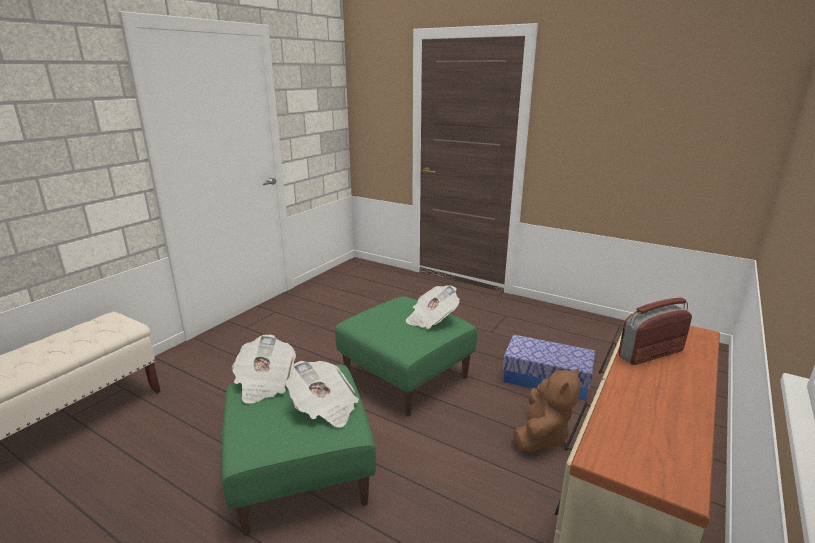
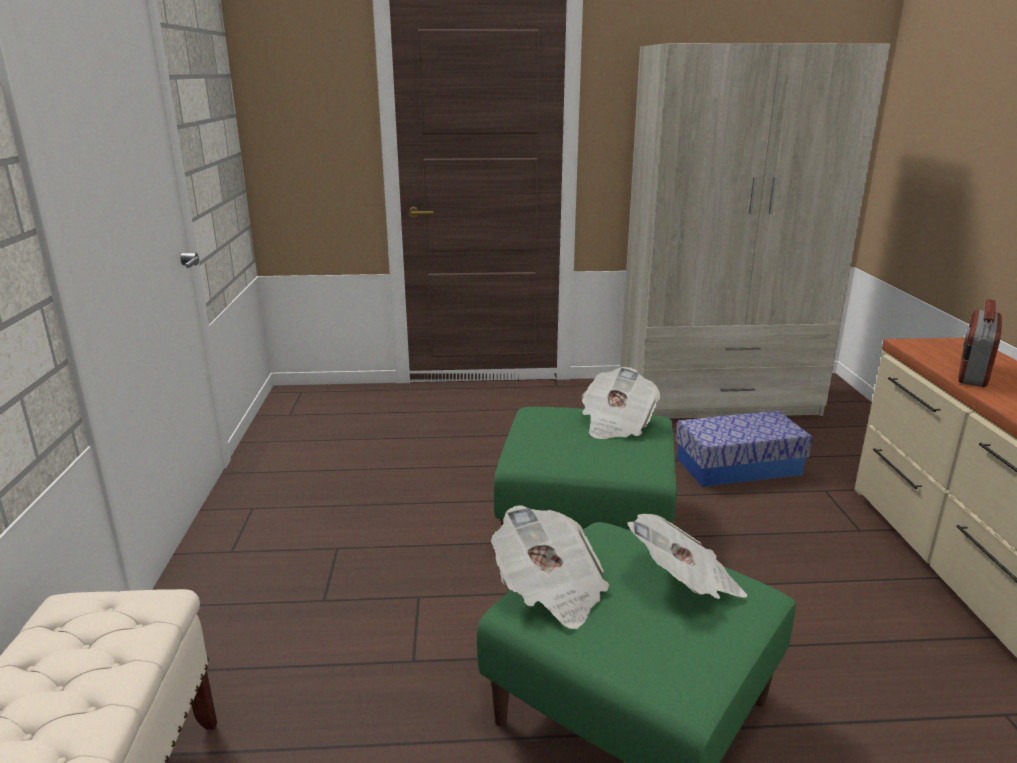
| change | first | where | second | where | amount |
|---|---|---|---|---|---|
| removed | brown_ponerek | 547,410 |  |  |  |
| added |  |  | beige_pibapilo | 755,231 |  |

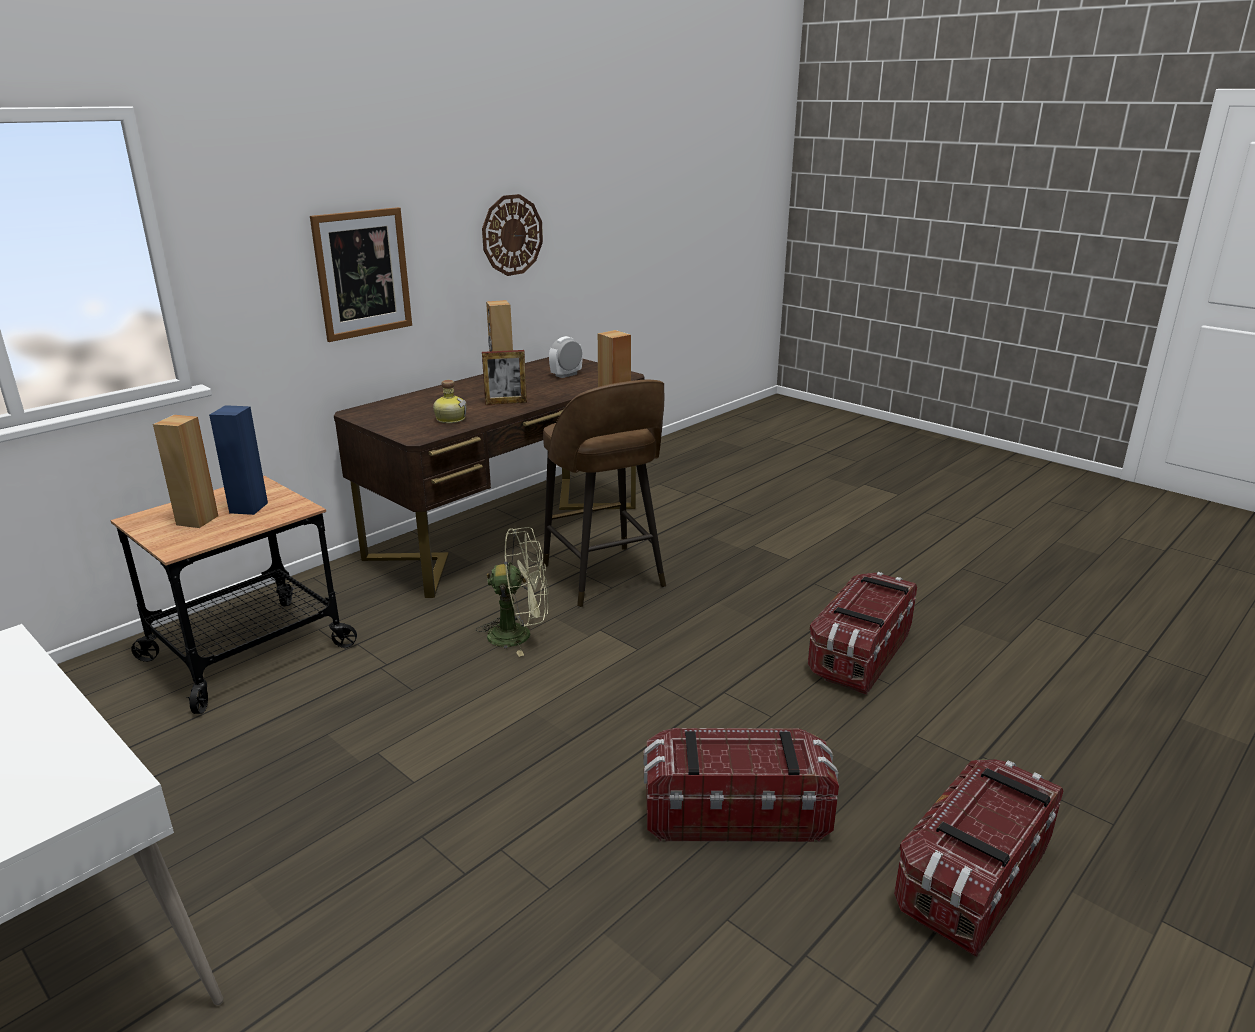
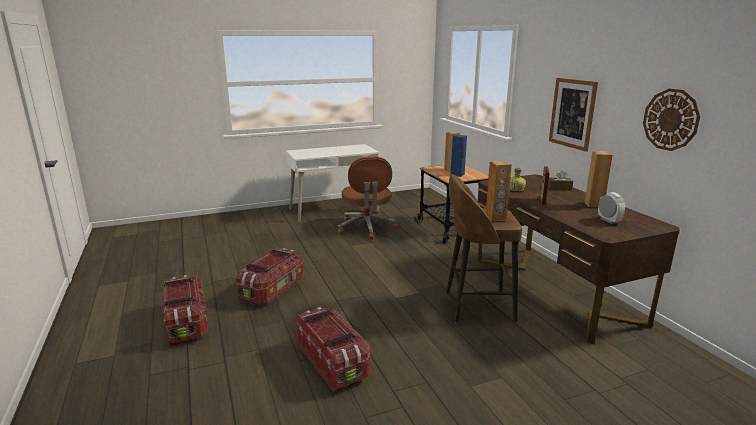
| change | first | where | second | where | amount |
|---|---|---|---|---|---|
| removed | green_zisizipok | 512,592 |  |  |  |
| added |  |  | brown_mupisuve | 368,198 |  |
| added |  |  | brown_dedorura | 560,180 |  |

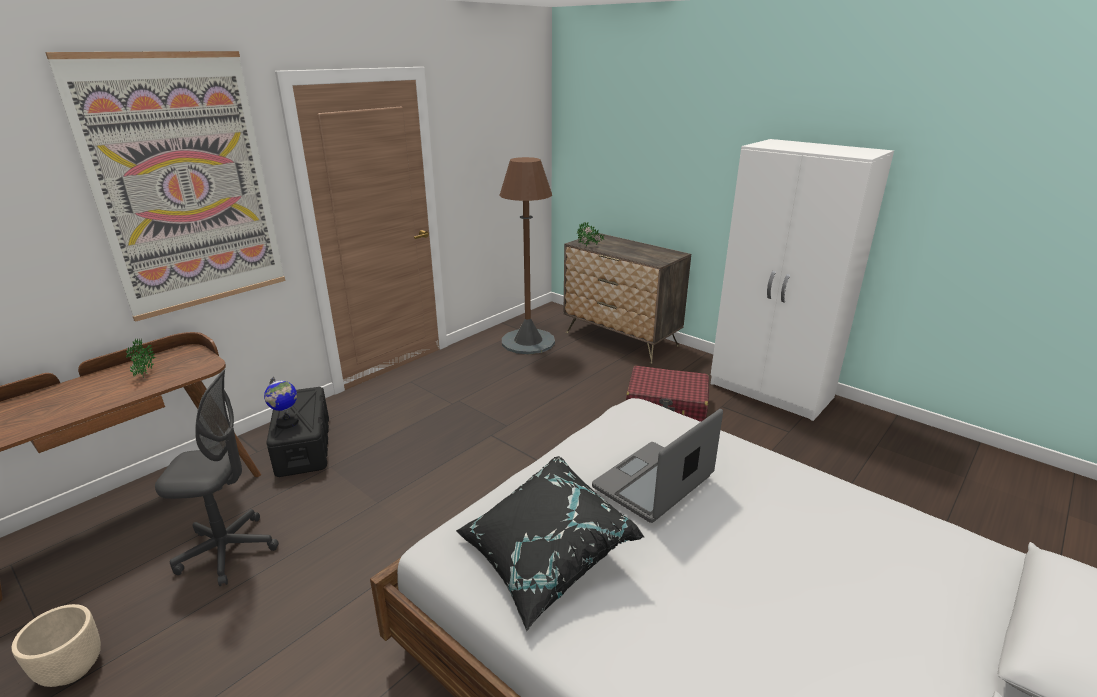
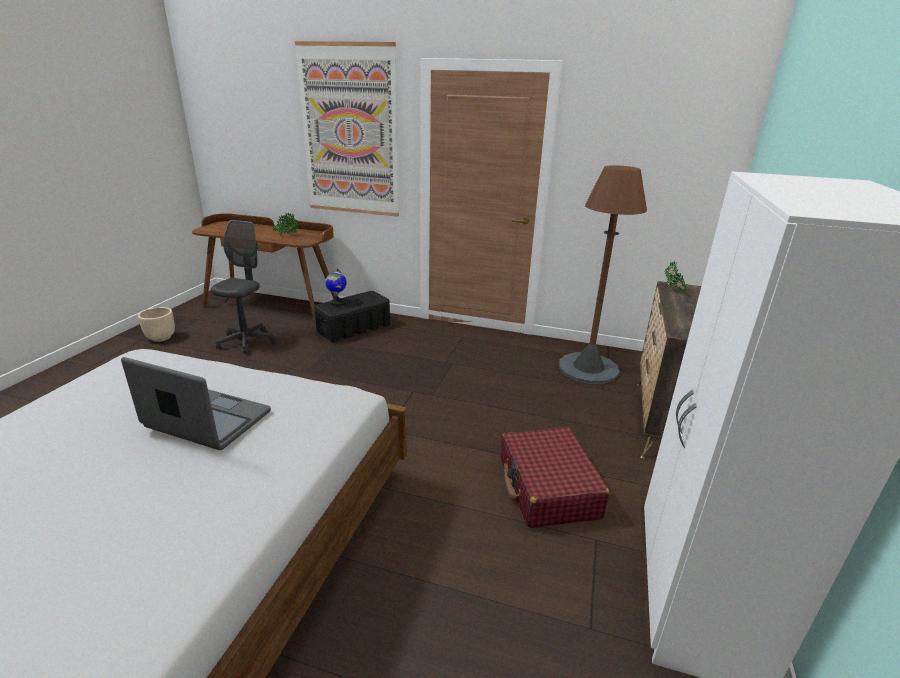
| change | first | where | second | where | amount |
|---|---|---|---|---|---|
| removed | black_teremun | 550,543 |  |  |  |
| turned | grey_mupisuve | 217,478 |  | 243,287 | 135 degrees counterclockwise |

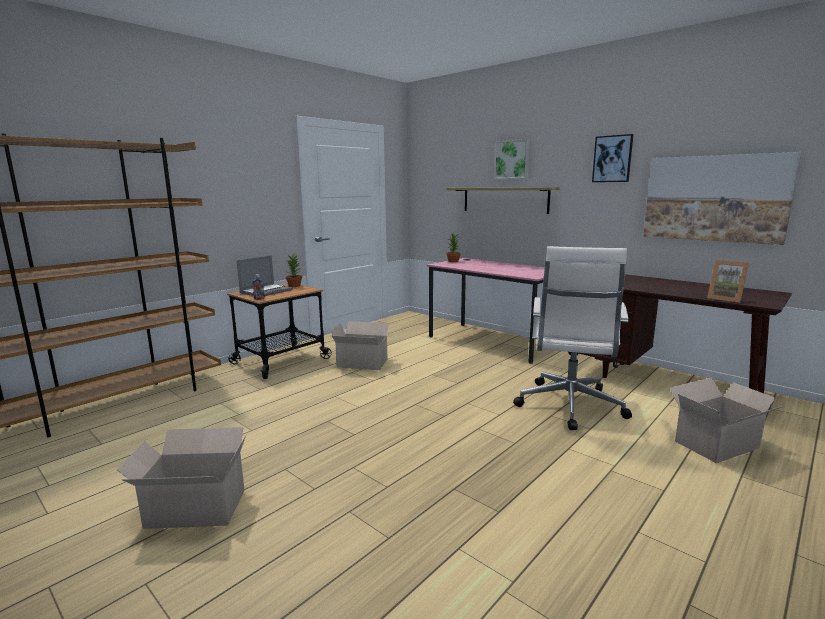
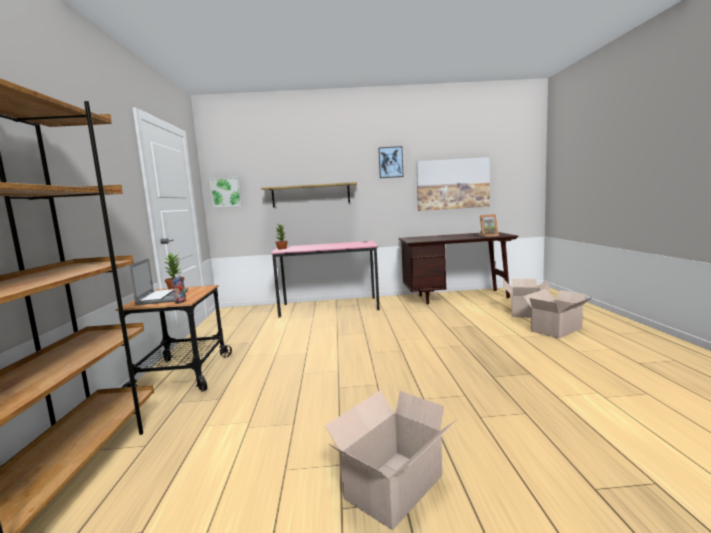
| change | first | where | second | where | amount |
|---|---|---|---|---|---|
| removed | white_mupisuve | 572,338 |  |  |  |
| moved | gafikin | 362,345 |  | 558,314 |  |
| moved | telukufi | 512,159 |  | 225,192 |  |

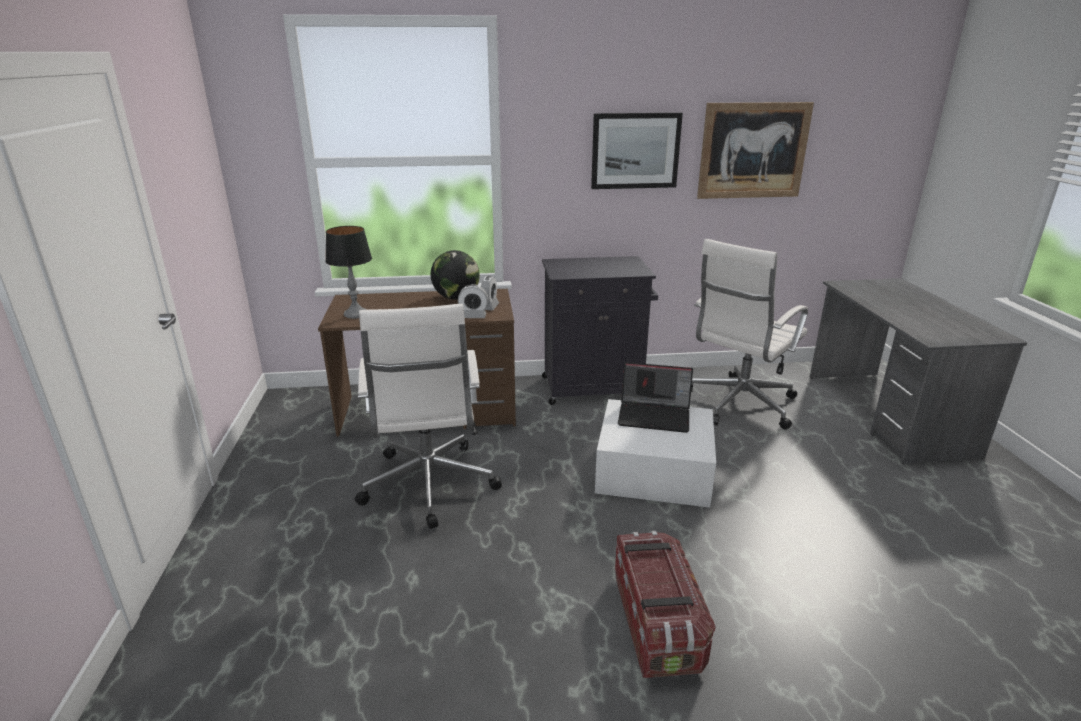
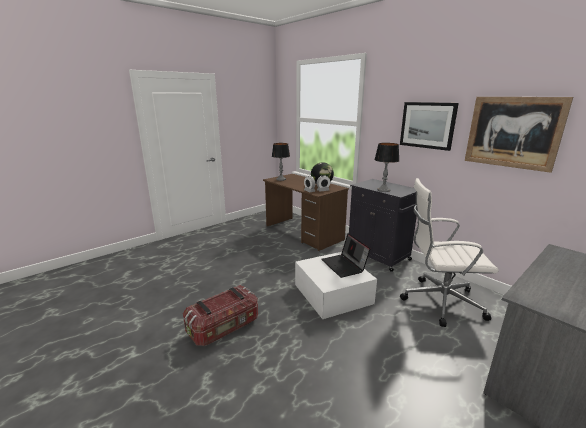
| change | first | where | second | where | amount |
|---|---|---|---|---|---|
| removed | white_mupisuve | 428,416 |  |  |  |
| added |  |  | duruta | 386,167 |  |

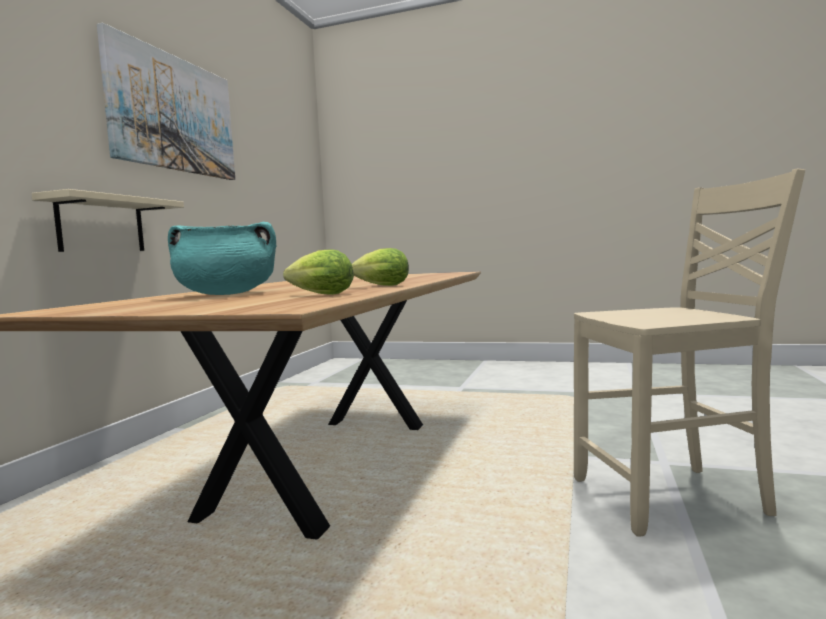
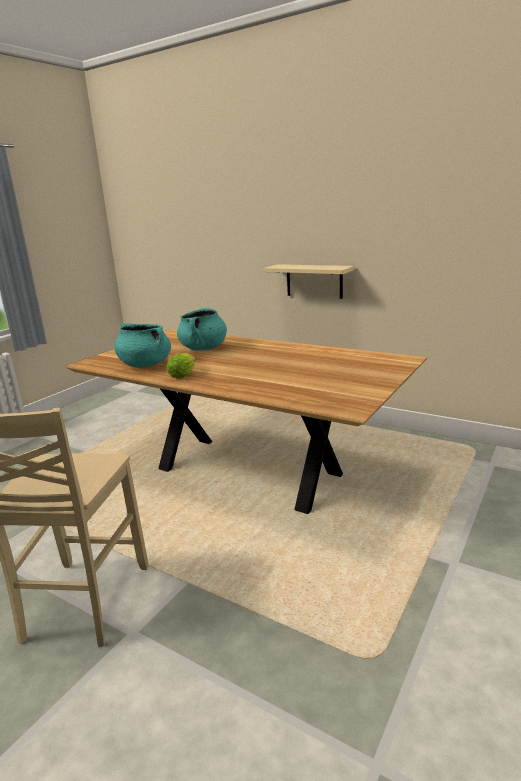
| change | first | where | second | where | amount |
|---|---|---|---|---|---|
| removed | telukufi | 166,101 |  |  |  |
| replaced | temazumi | 318,272 | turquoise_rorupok | 142,345 |  |

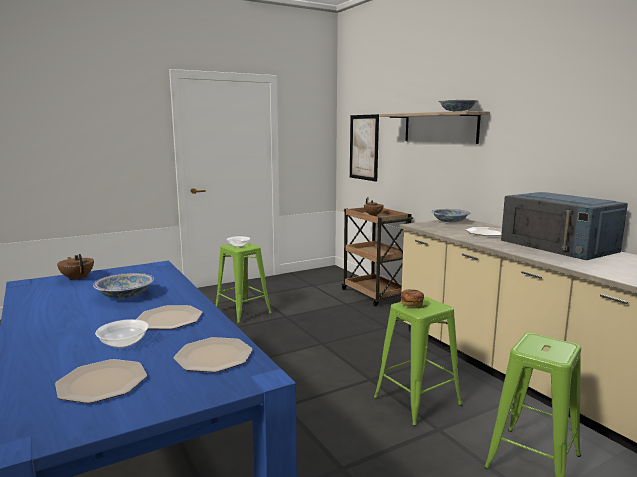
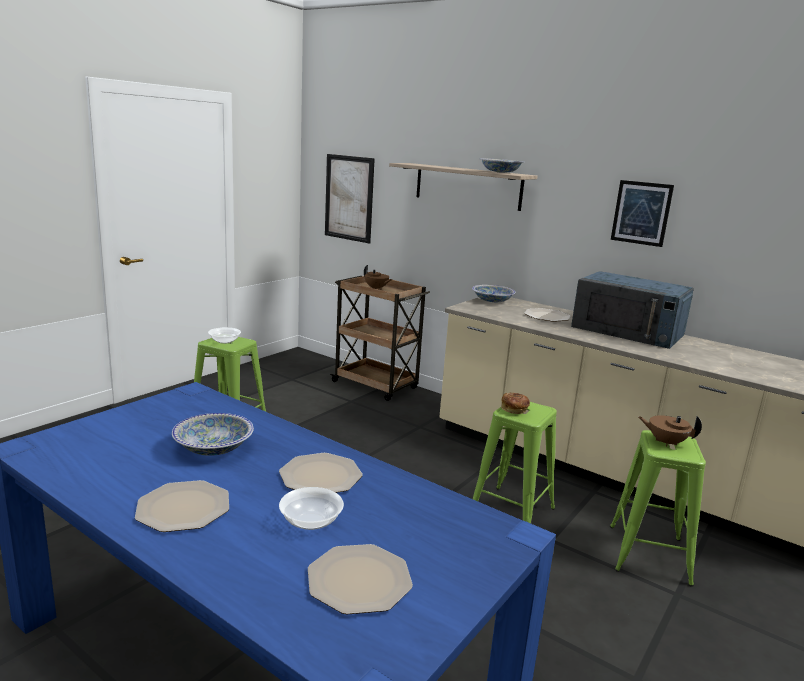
| change | first | where | second | where | amount |
|---|---|---|---|---|---|
| added |  |  | telukufi | 642,213 |  |
| moved | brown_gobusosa | 75,267 |  | 670,431 |  |
| moved | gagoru | 213,354 |  | 182,506 |  |

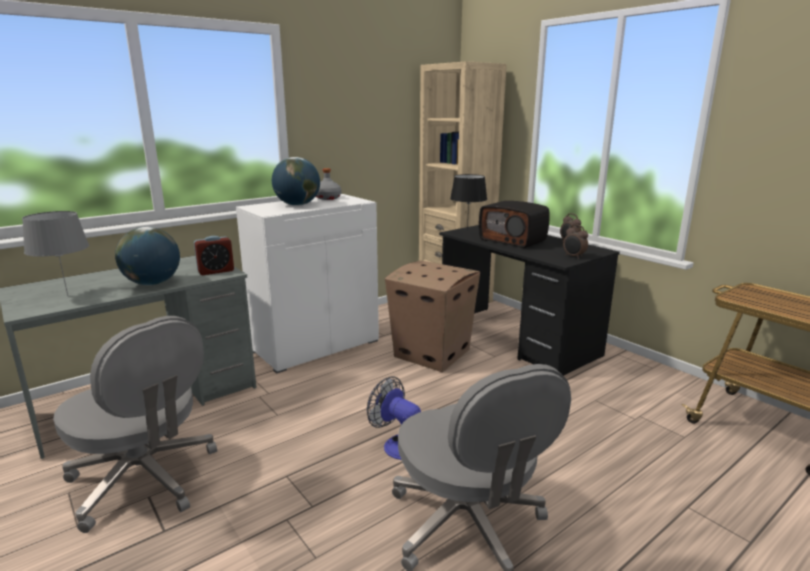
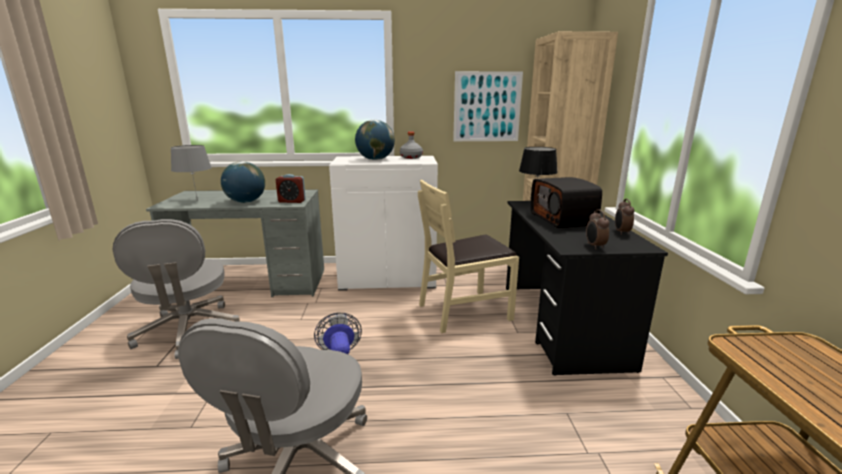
| change | first | where | second | where | amount |
|---|---|---|---|---|---|
| added |  |  | telukufi | 488,106 |  |
| replaced | gafikin | 432,316 | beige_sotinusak | 468,256 |  |

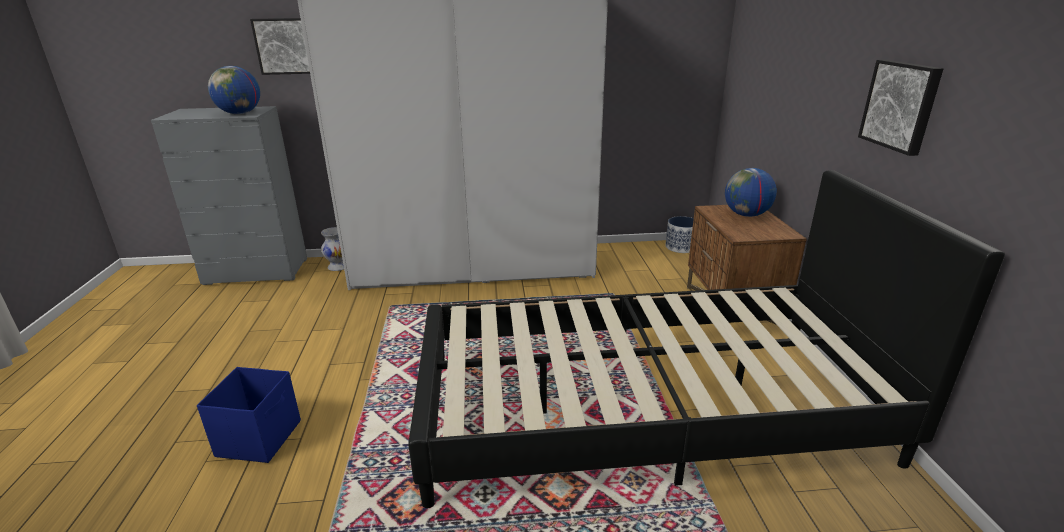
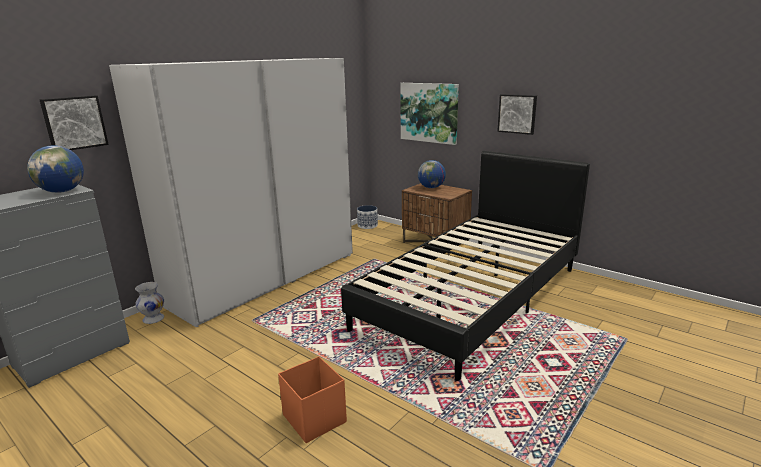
| change | first | where | second | where | amount |
|---|---|---|---|---|---|
| added |  |  | telukufi | 429,114 |  |
| recoloured | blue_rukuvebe | 249,415 | orange_rukuvebe | 312,399 |  |

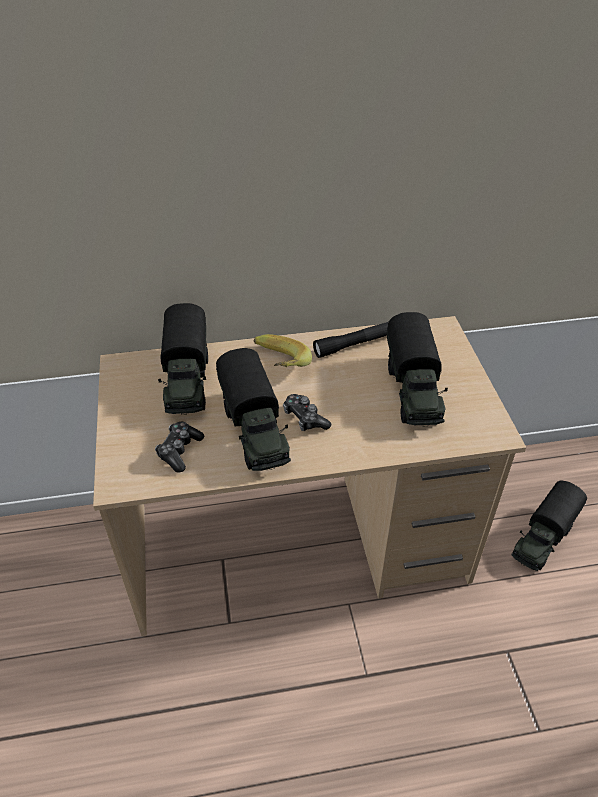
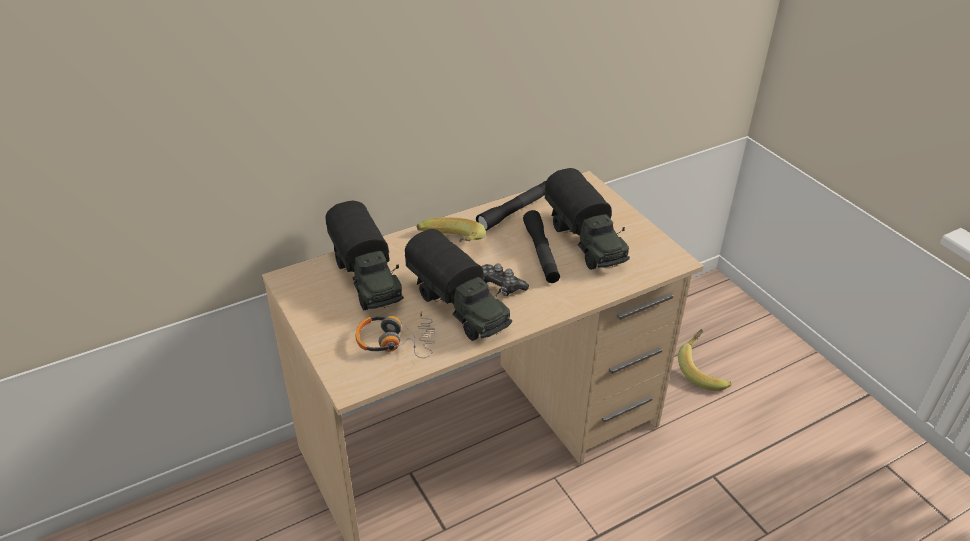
| change | first | where | second | where | amount |
|---|---|---|---|---|---|
| added |  |  | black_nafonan | 541,246 |  |
| replaced | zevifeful | 179,447 | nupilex | 395,334 |  |
| replaced | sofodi | 549,526 | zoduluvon | 704,360 |  |

